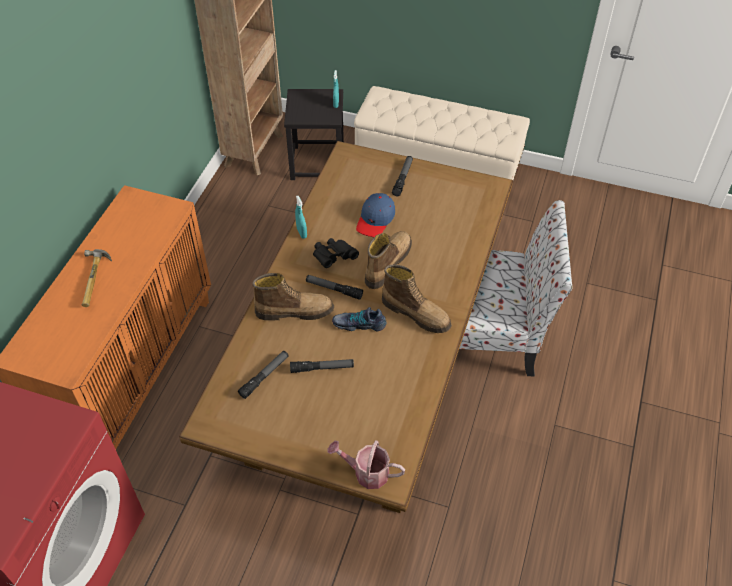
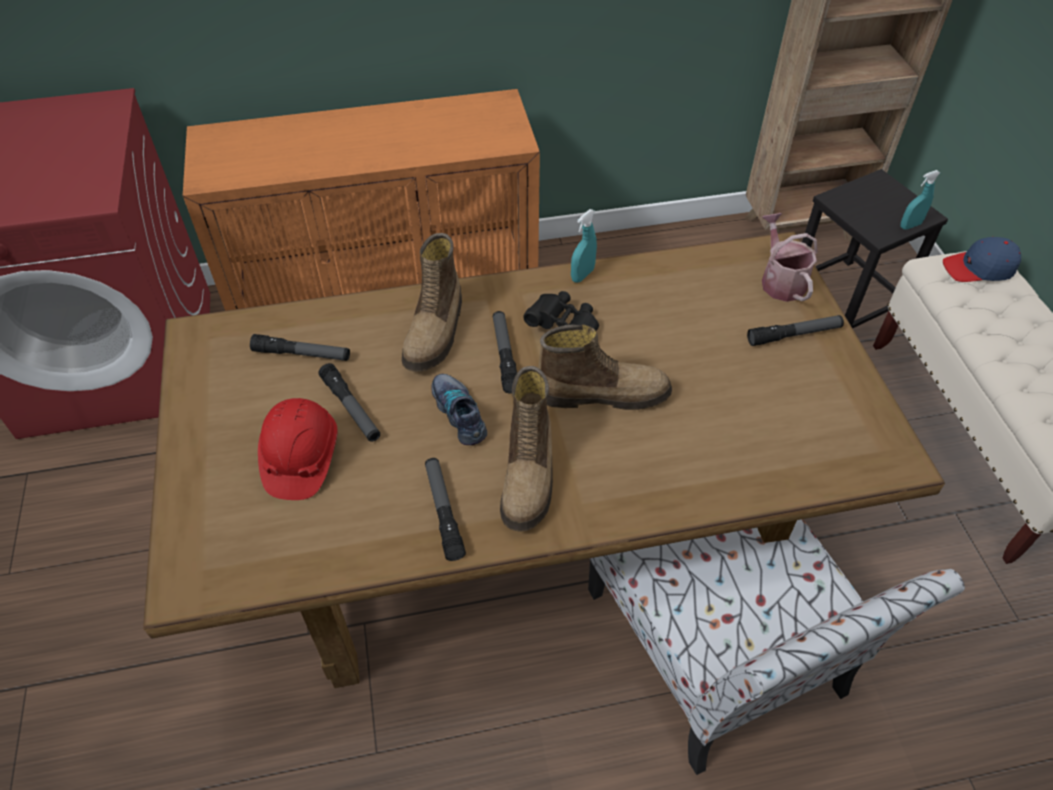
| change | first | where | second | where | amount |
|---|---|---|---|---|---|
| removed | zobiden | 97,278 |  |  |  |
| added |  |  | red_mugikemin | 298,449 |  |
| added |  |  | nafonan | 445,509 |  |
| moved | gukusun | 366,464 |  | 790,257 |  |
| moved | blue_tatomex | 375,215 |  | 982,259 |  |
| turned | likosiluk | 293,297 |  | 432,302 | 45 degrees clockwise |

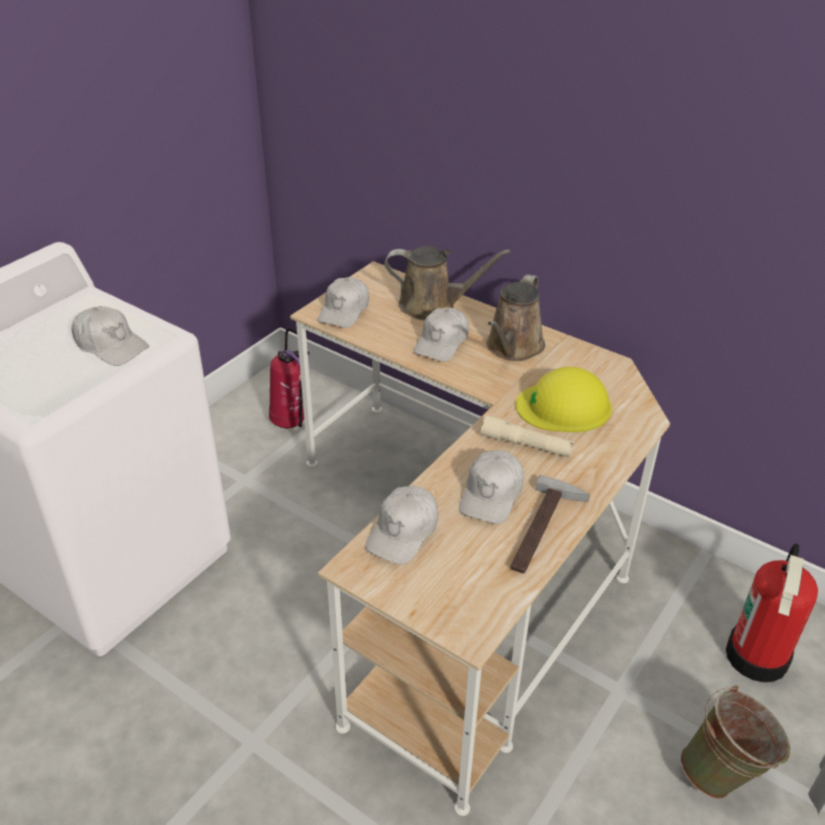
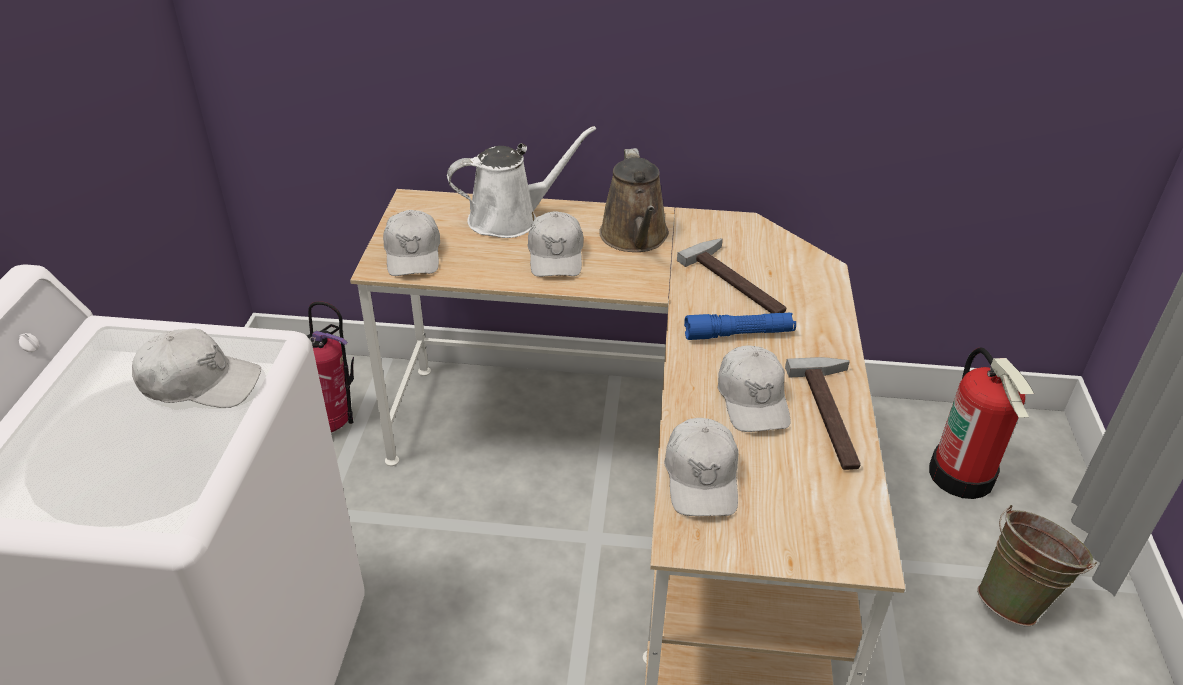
| change | first | where | second | where | amount |
|---|---|---|---|---|---|
| replaced | yellow_mugikemin | 564,399 | zobiden | 731,275 |  |
| recoloured | brown_gukusun | 447,283 | white_gukusun | 521,182 |  |
| recoloured | beige_nafonan | 527,436 | blue_nafonan | 740,326 |  |

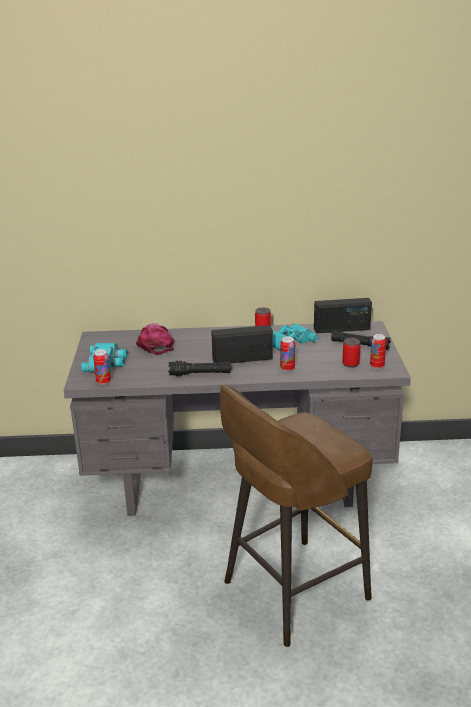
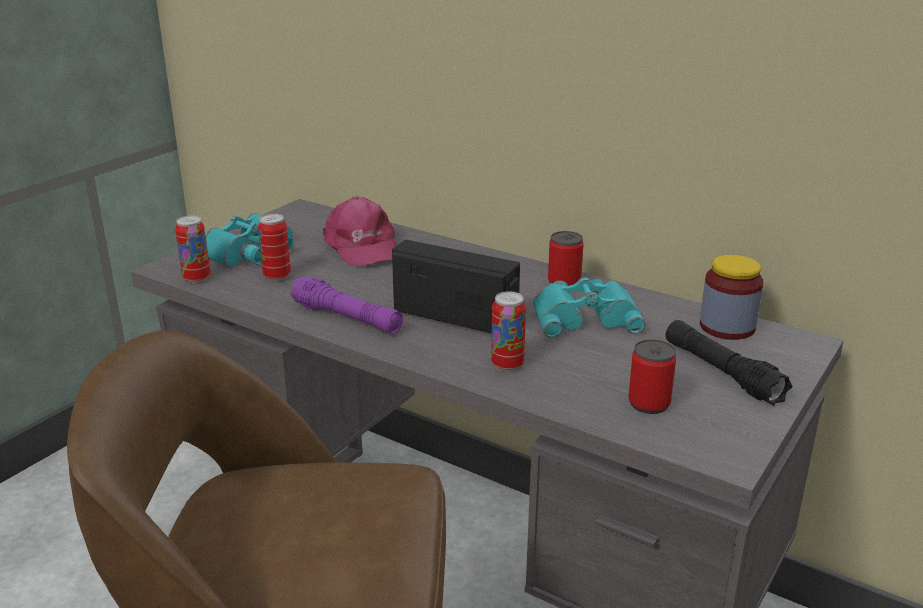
| change | first | where | second | where | amount |
|---|---|---|---|---|---|
| moved | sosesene | 378,351 |  | 274,247 |  |
| replaced | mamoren | 343,315 | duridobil | 731,297 |  |
| recoloured | black_nafonan | 200,368 | purple_nafonan | 346,305 |  |
| turned | pink_tatomex | 155,339 |  | 360,231 | 135 degrees clockwise |

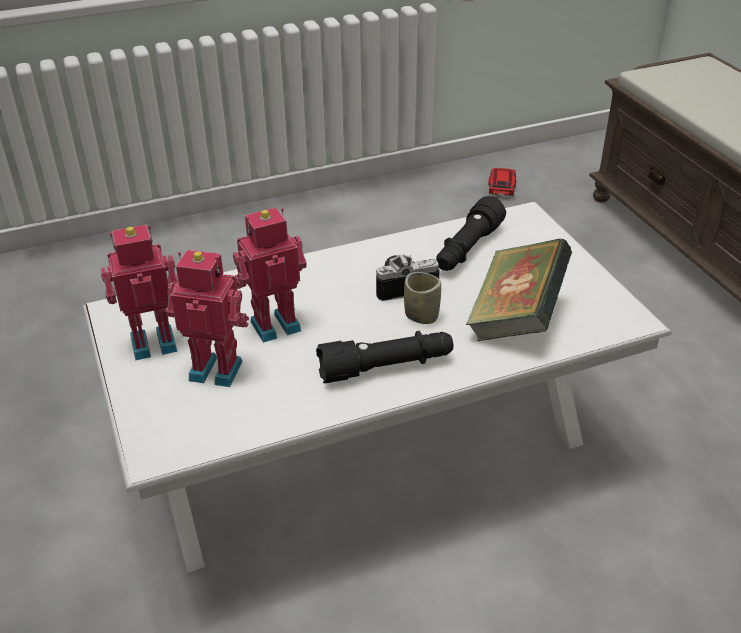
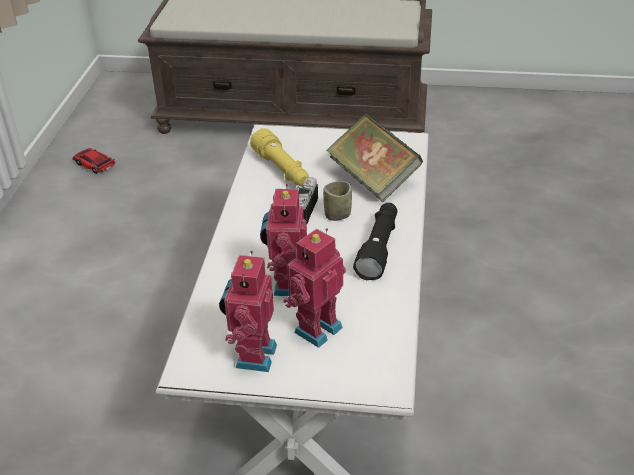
| change | first | where | second | where | amount |
|---|---|---|---|---|---|
| recoloured | black_nafonan | 471,233 | yellow_nafonan | 279,157 |  |

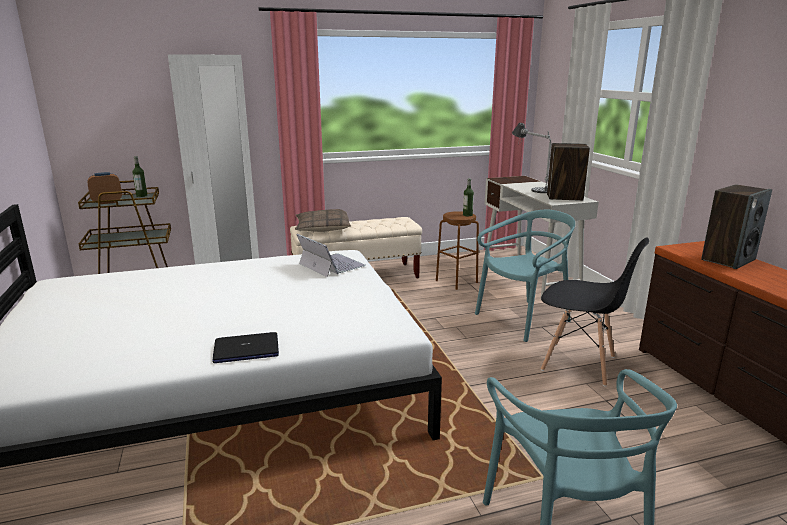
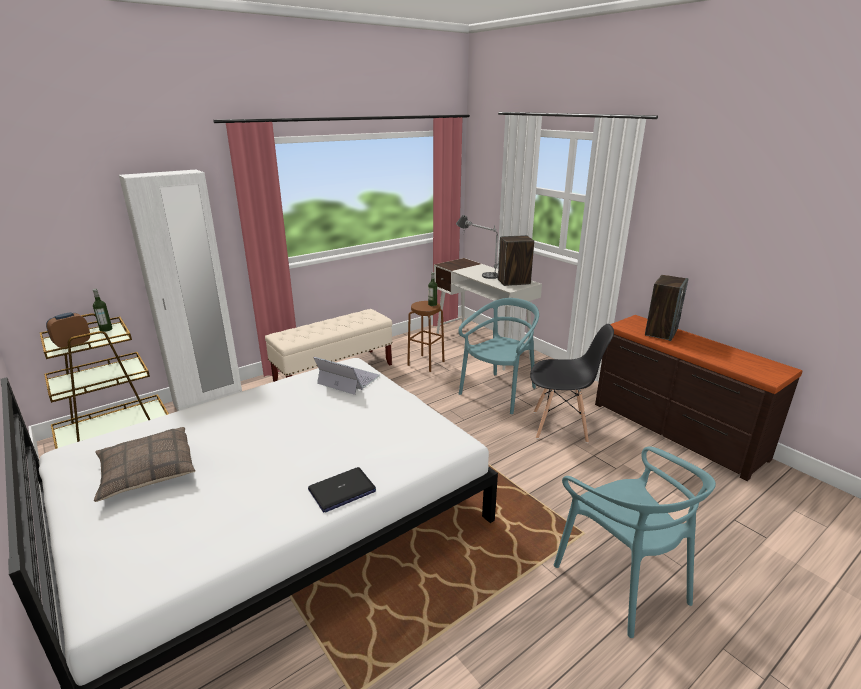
| change | first | where | second | where | amount |
|---|---|---|---|---|---|
| moved | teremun | 323,220 |  | 144,464 |  |

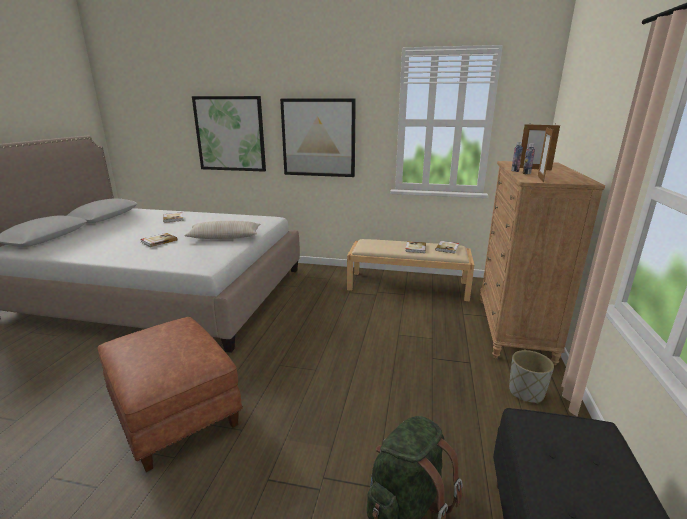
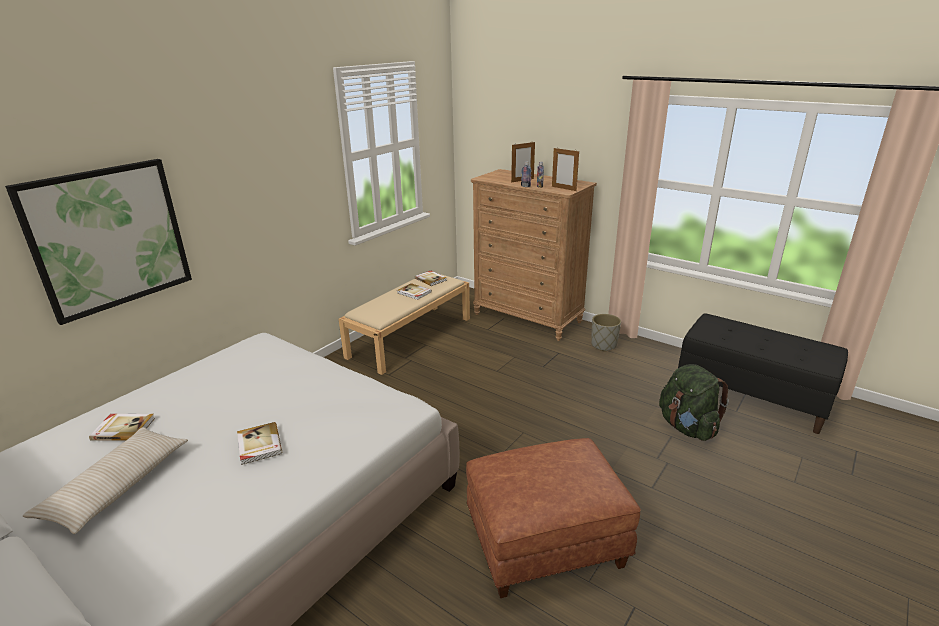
| change | first | where | second | where | amount |
|---|---|---|---|---|---|
| removed | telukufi | 318,138 |  |  |  |
| moved | beige_teremun | 222,230 |  | 105,480 |  |

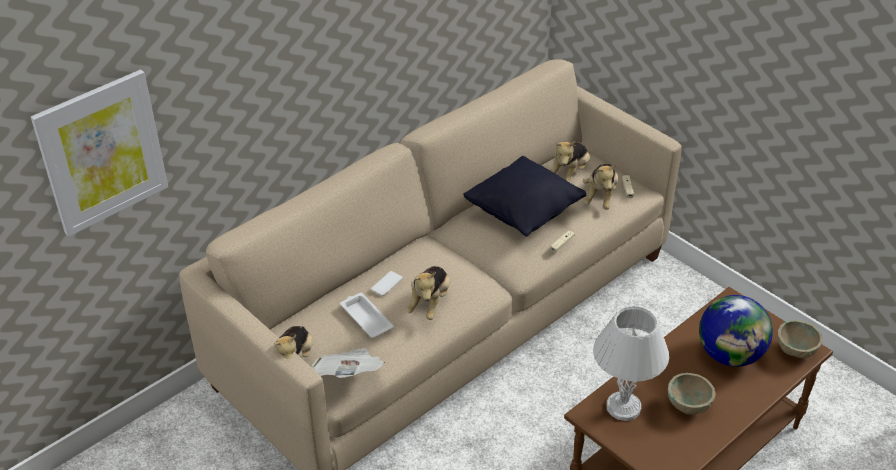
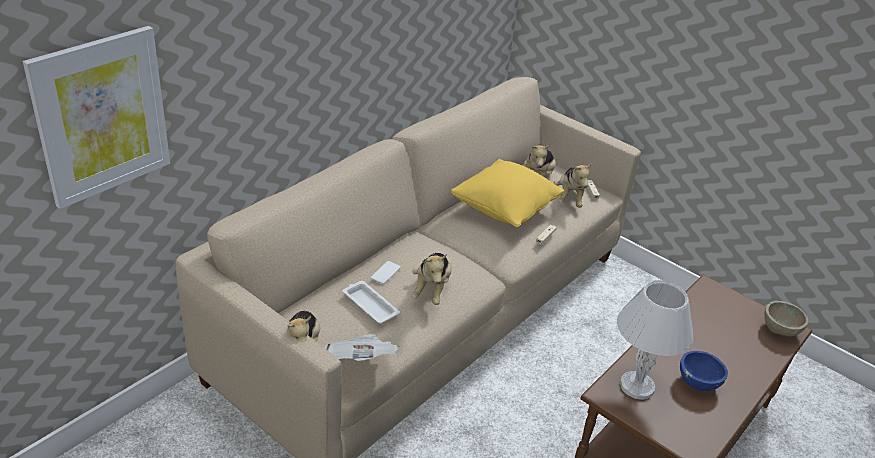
| change | first | where | second | where | amount |
|---|---|---|---|---|---|
| removed | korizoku | 736,331 |  |  |  |
| recoloured | black_teremun | 524,196 | yellow_teremun | 507,193 |  |
| recoloured | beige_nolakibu | 692,394 | blue_nolakibu | 704,371 |  |

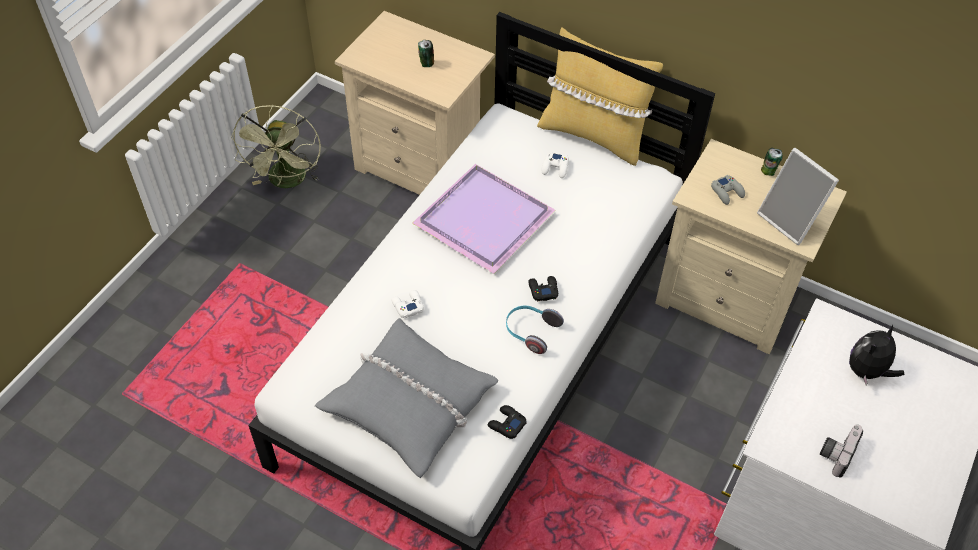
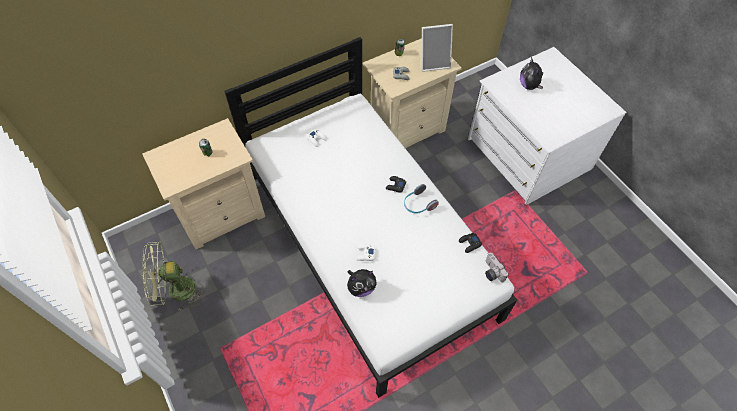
| change | first | where | second | where | amount |
|---|---|---|---|---|---|
| removed | grey_teremun | 406,398 |  |  |  |
| removed | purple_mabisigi | 483,219 |  |  |  |
| removed | yellow_teremun | 600,96 |  |  |  |
| added |  |  | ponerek | 362,283 |  |
| moved | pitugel | 841,451 |  | 497,267 |  |
| turned | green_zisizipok | 276,146 |  | 173,276 | 135 degrees clockwise |

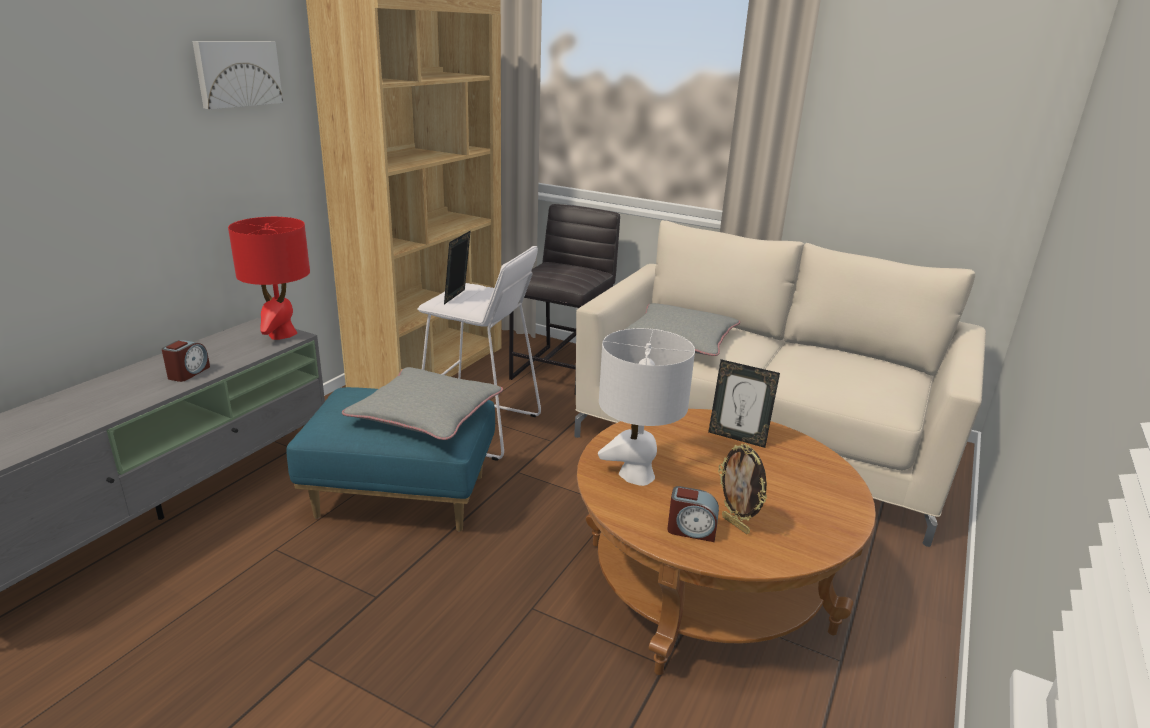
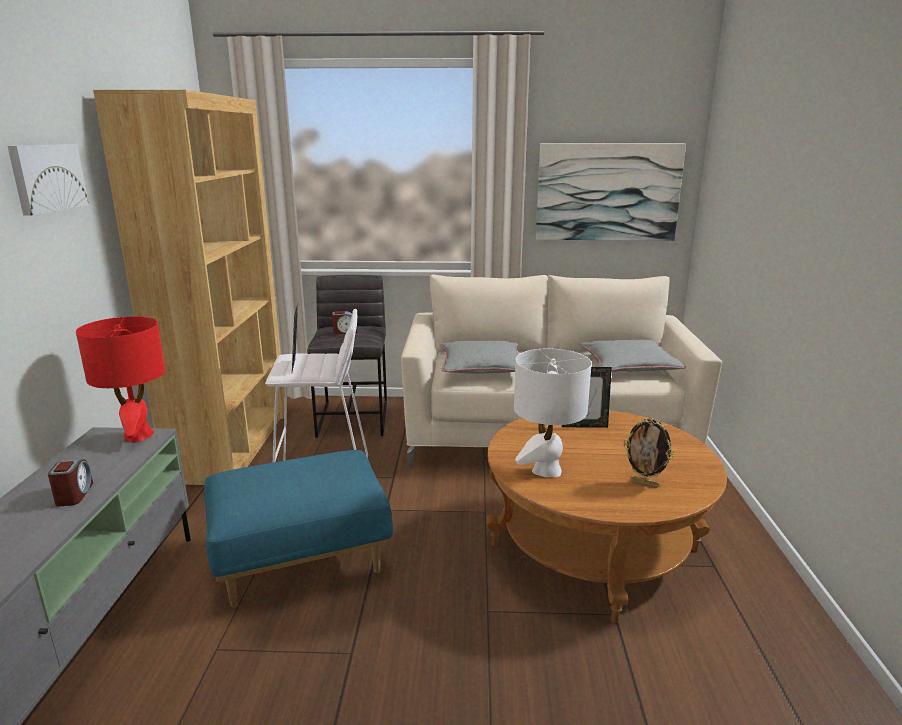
| change | first | where | second | where | amount |
|---|---|---|---|---|---|
| added |  |  | telukufi | 611,192 |  |
| moved | grey_teremun | 422,403 |  | 632,356 |  |
| moved | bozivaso | 693,514 |  | 344,323 |  |

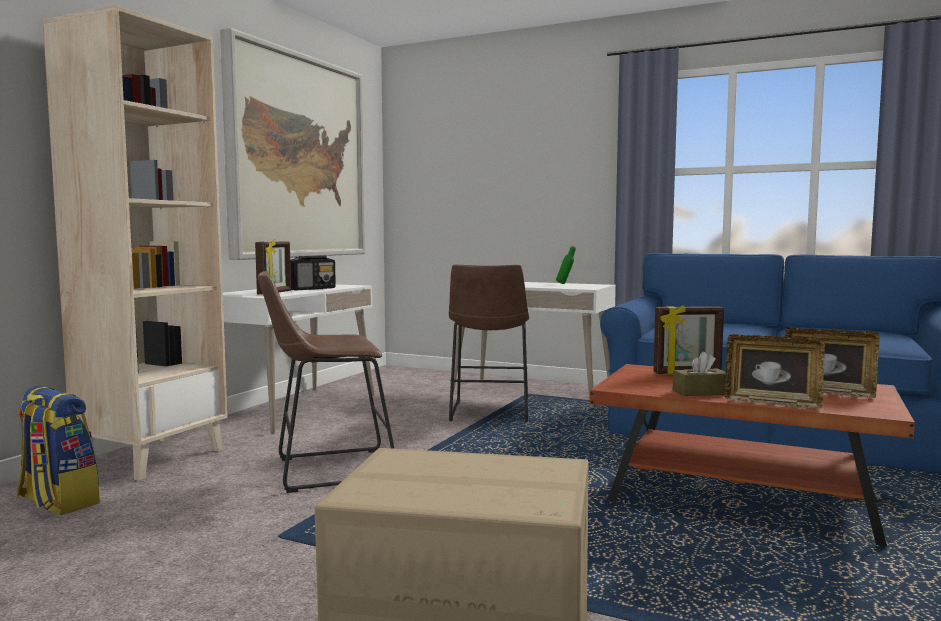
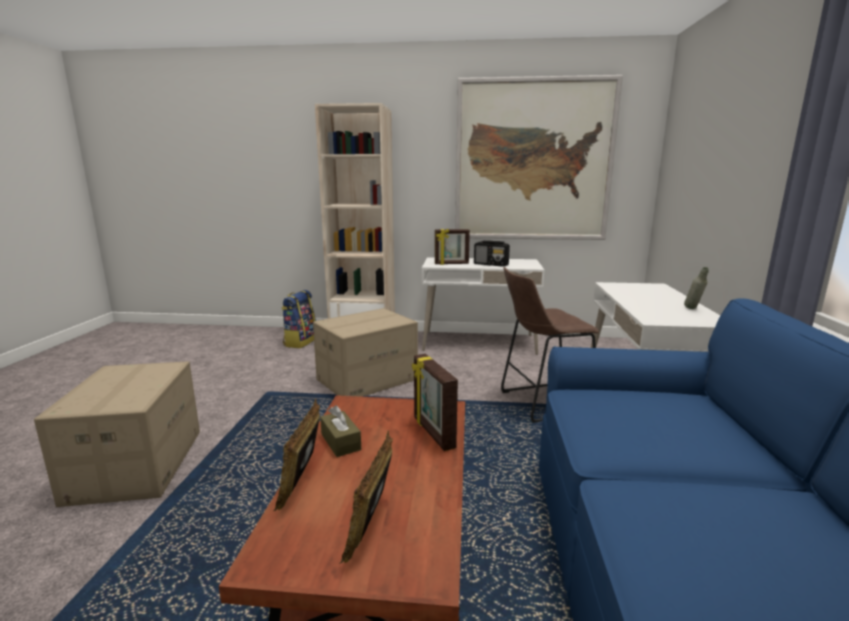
| change | first | where | second | where | amount |
|---|---|---|---|---|---|
| replaced | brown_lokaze | 326,382 | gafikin | 365,352 |  |
| recoloured | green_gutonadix | 566,265 | grey_gutonadix | 696,288 |  |

